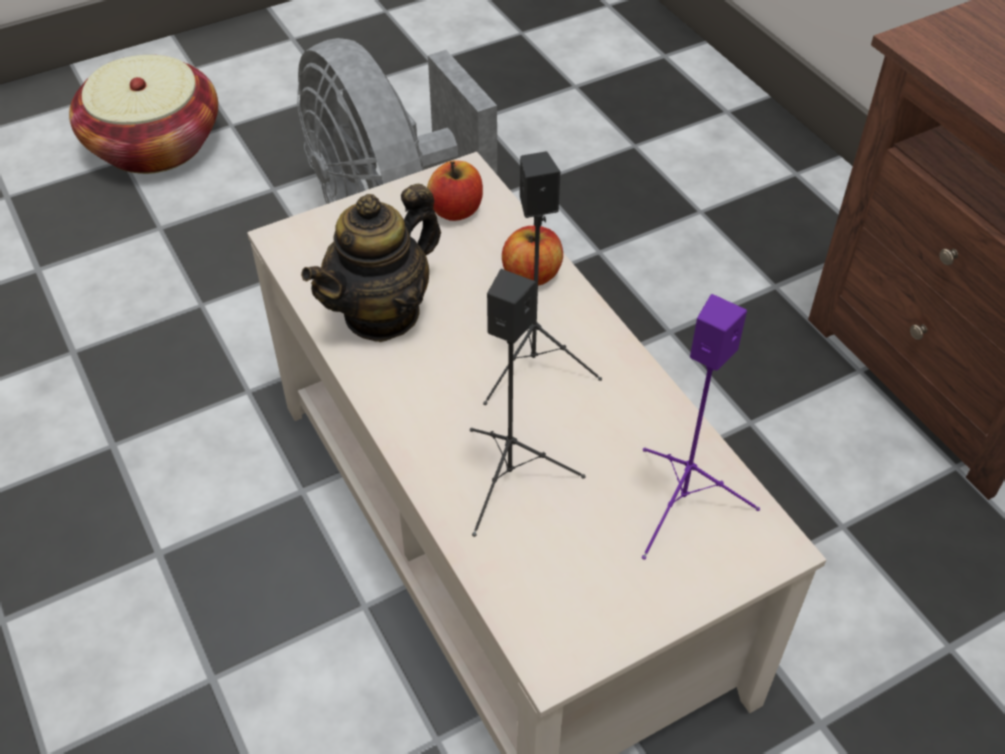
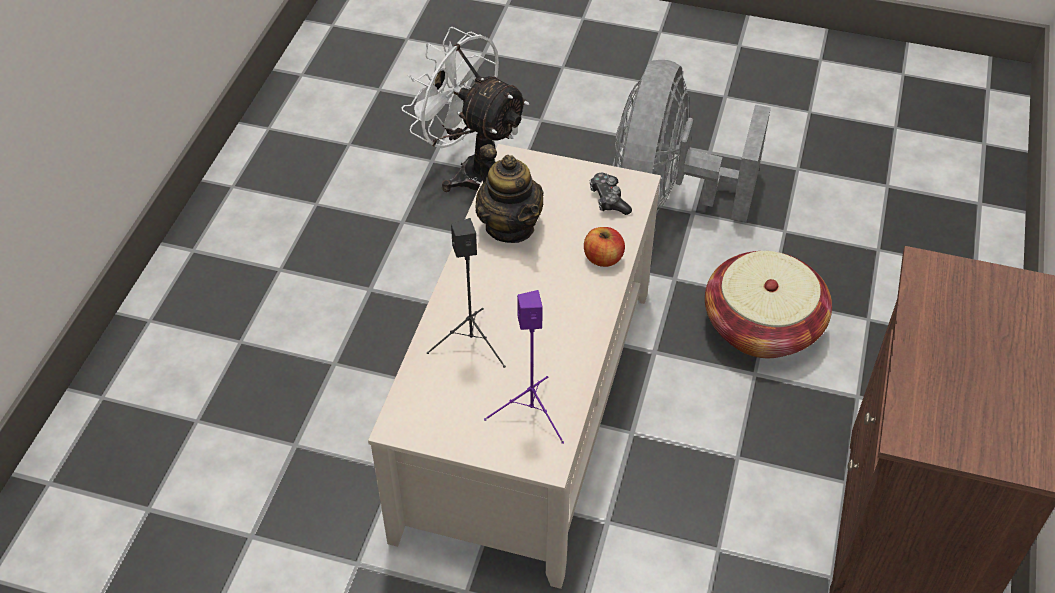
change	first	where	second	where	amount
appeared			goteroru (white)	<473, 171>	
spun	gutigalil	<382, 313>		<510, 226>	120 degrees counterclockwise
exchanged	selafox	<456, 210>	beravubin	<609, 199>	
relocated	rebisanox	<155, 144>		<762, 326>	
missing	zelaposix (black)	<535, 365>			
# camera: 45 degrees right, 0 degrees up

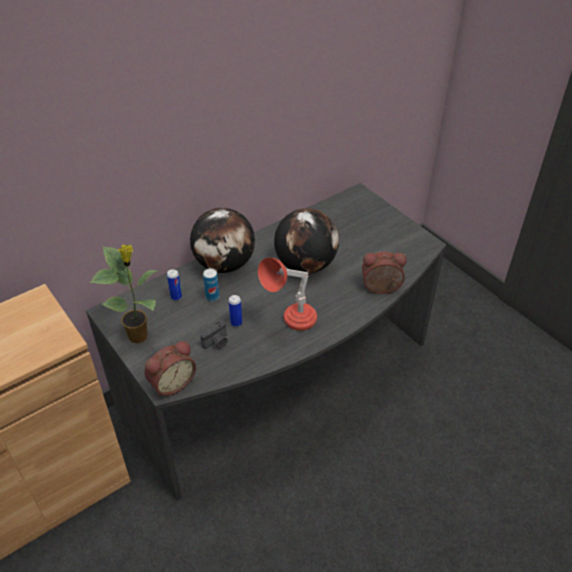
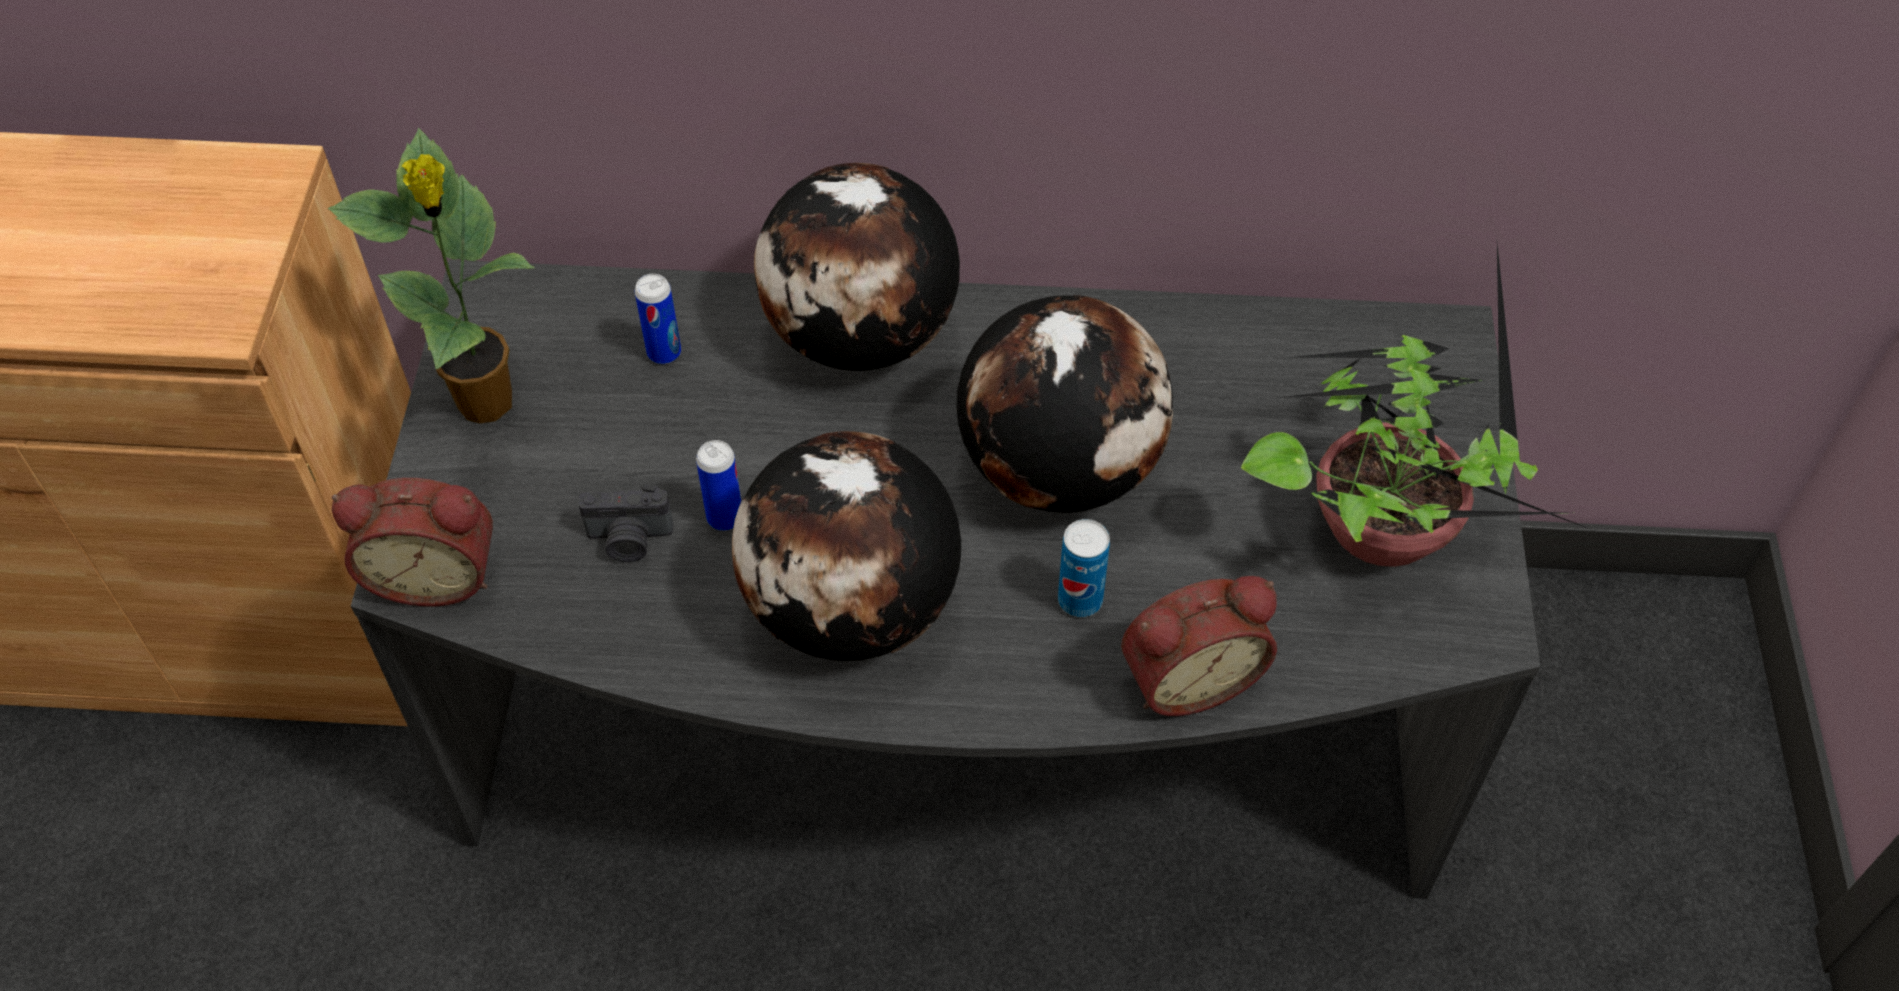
change	first	where	second	where	amount
exchanged	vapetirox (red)	<291, 323>	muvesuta	<852, 610>	
relocated	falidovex	<212, 297>		<1080, 600>	
spun	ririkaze	<381, 289>		<1187, 676>	120 degrees clockwise
appeared			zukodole	<1382, 525>	
# camera: 40 degrees right, 10 degrees up

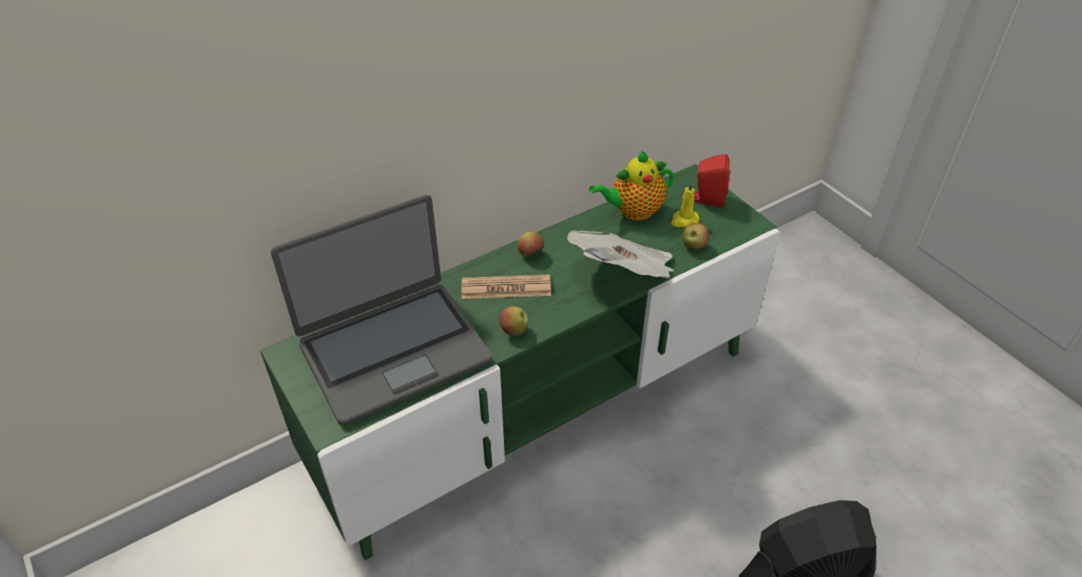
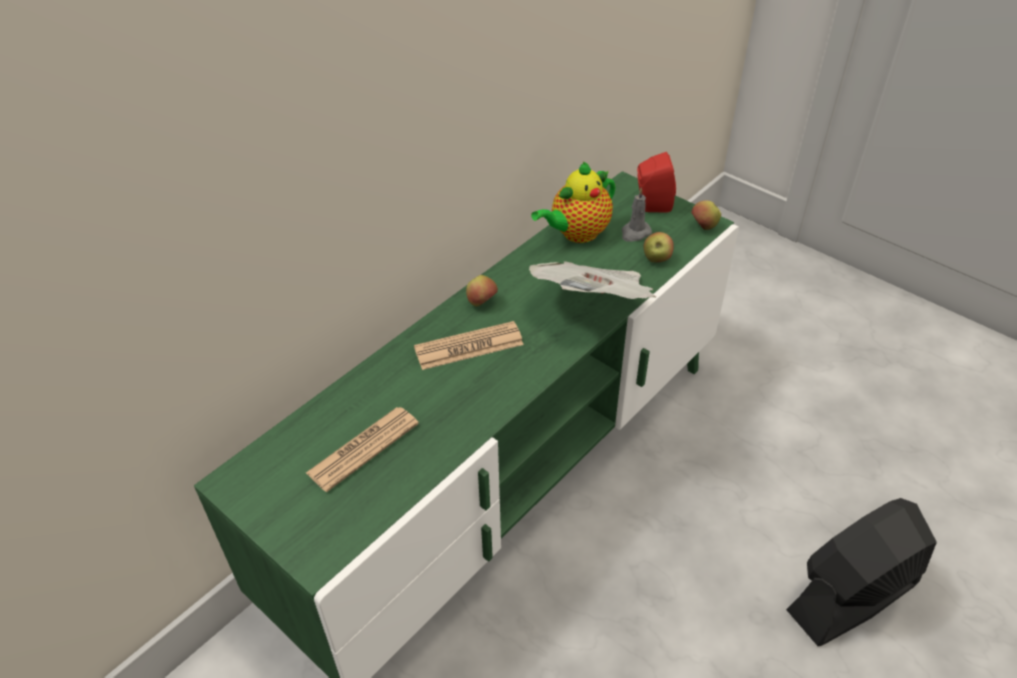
change	first	where	second	where	amount
exchanged	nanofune	<393, 351>	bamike	<363, 448>	
colour	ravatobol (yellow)	<684, 220>	ravatobol (grey)	<635, 233>	
relocated	selafox	<514, 331>		<703, 227>	
# camera: 15 degrees left, 0 degrees up

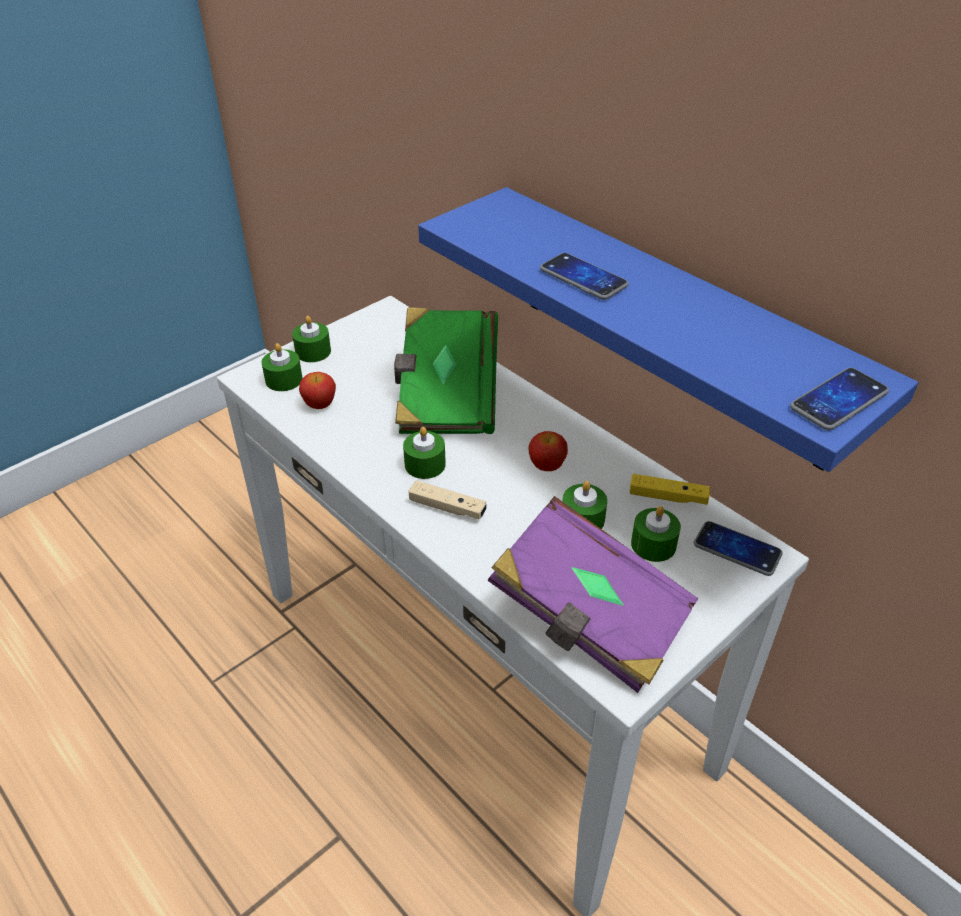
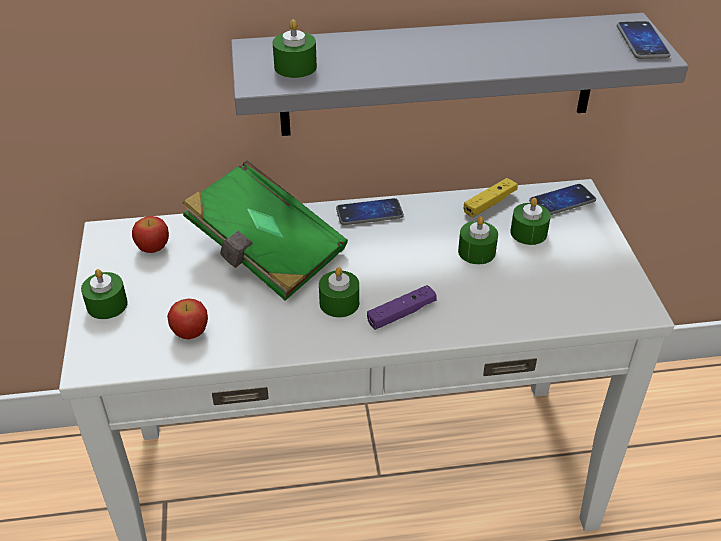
change	first	where	second	where	amount
relocated	selafox	<547, 465>		<153, 247>	
colour	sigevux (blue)	<672, 326>	sigevux (grey)	<439, 75>	
relocated	ravatobol (green)	<284, 380>		<295, 67>	
relocated	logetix	<583, 278>		<369, 213>	
colour	beravubin (beige)	<447, 507>	beravubin (purple)	<401, 313>	
missing	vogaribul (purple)	<589, 617>			
# camera: 55 degrees left, 0 degrees up

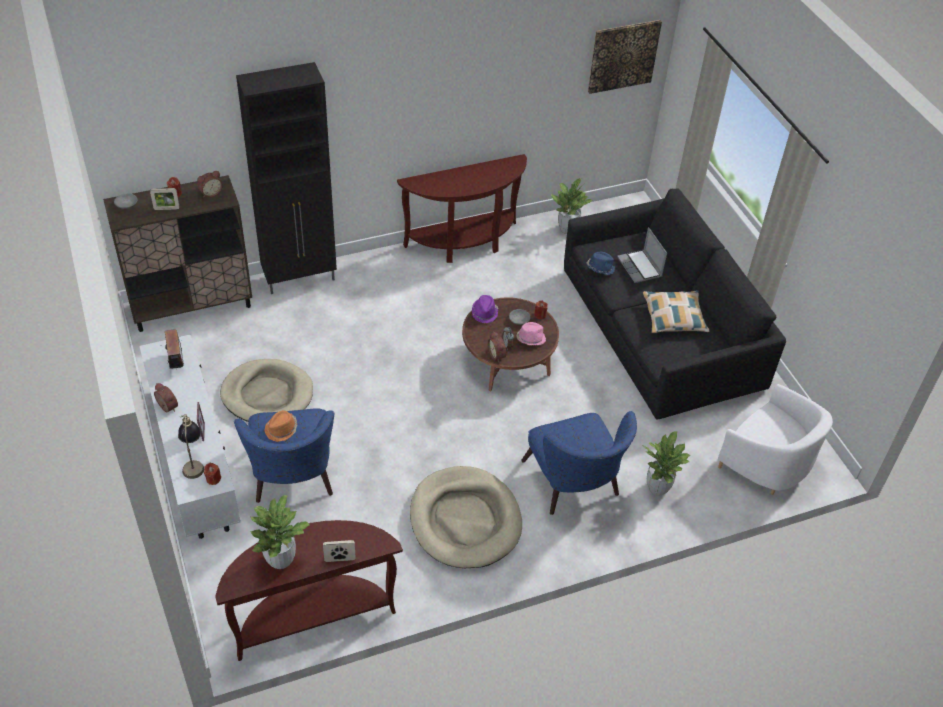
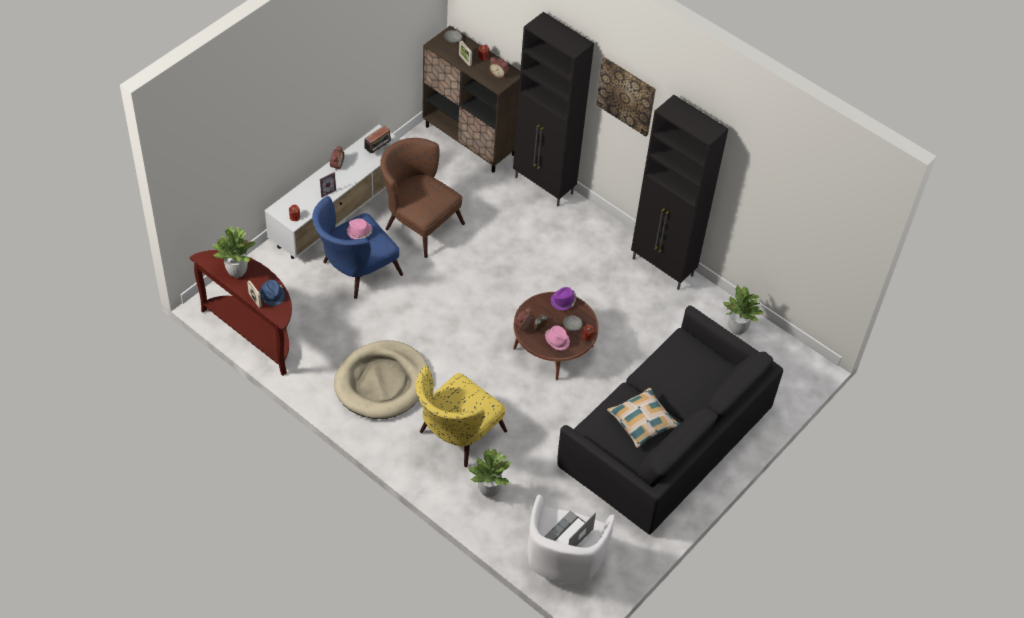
change	first	where	second	where	amount
relocated	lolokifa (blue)	<600, 268>		<272, 295>	
colour	lolokifa (orange)	<282, 429>	lolokifa (pink)	<359, 232>	
exchanged	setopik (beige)	<267, 395>	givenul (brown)	<418, 222>	
colour	givenul (blue)	<574, 486>	givenul (yellow)	<456, 436>	
relocated	nanofune	<640, 267>		<569, 534>	
relocated	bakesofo	<623, 56>		<626, 95>	
exchanged	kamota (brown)	<465, 243>	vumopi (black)	<663, 268>	
missing	vapetirox	<193, 462>			
# camera: 60 degrees right, 5 degrees up

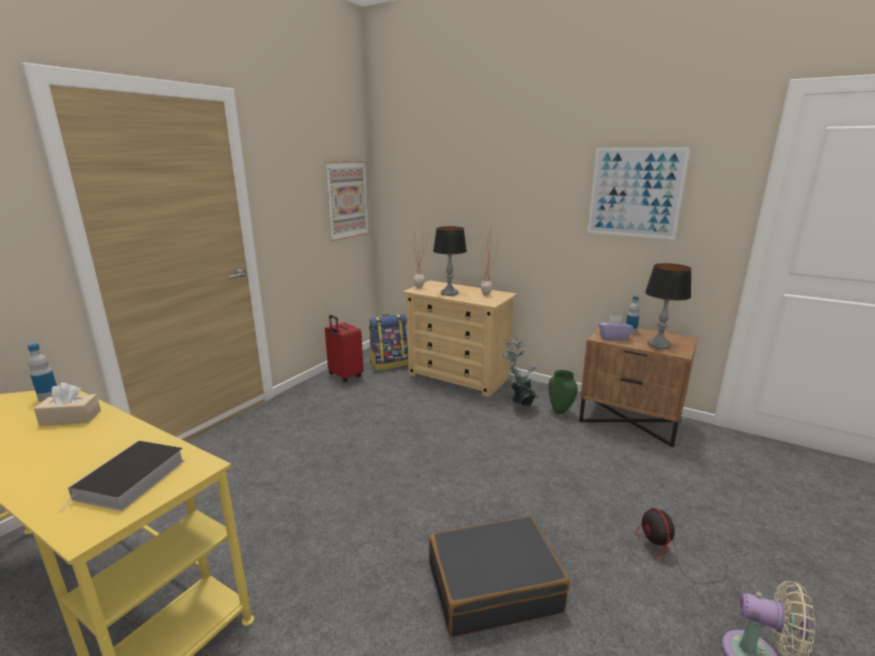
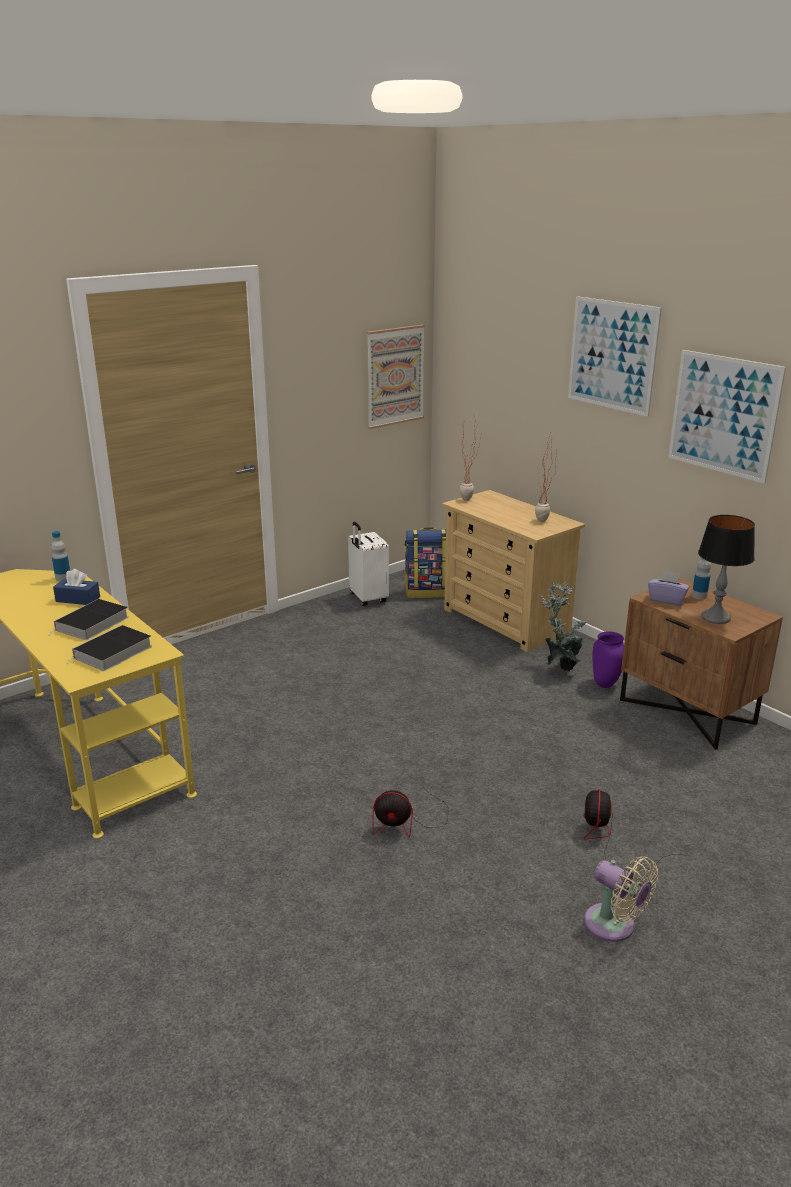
change	first	where	second	where	amount
appeared			vogaribul	<91, 624>	
colour	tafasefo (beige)	<71, 418>	tafasefo (blue)	<78, 599>	
colour	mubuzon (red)	<344, 376>	mubuzon (white)	<367, 599>	
exchanged	mubuzon (black)	<493, 586>	goteroru	<408, 821>	
appeared			bakesofo	<612, 355>	
colour	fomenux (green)	<560, 411>	fomenux (purple)	<606, 684>	
missing	vapetirox	<449, 293>			
# camera: 20 degrees right, 5 degrees up

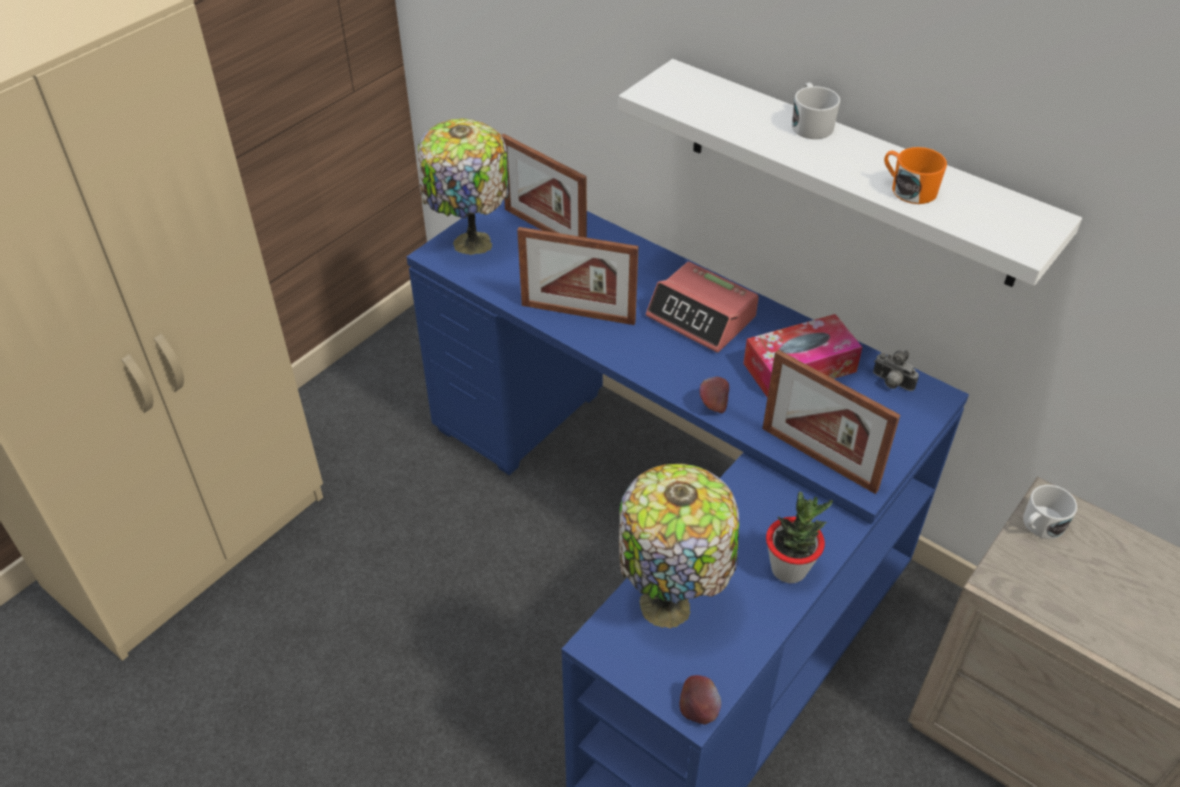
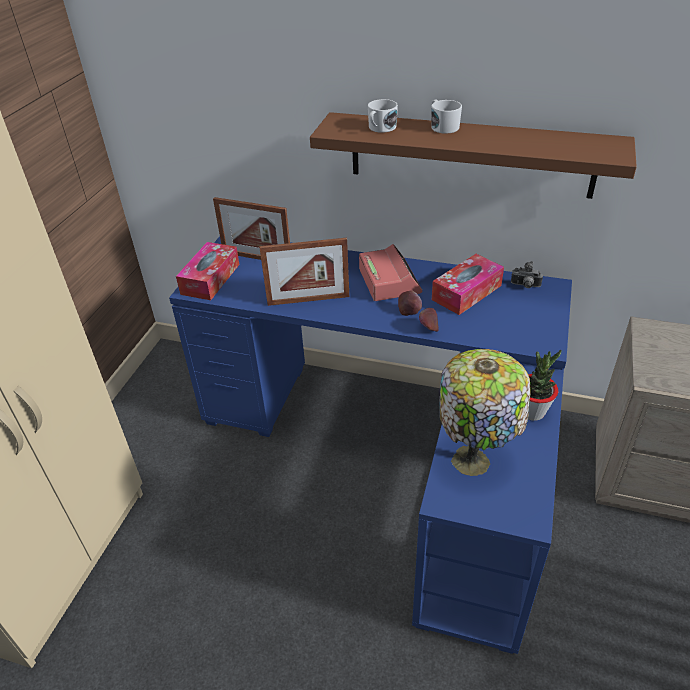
change	first	where	second	where	amount
exchanged	vapetirox	<470, 244>	tafasefo	<210, 279>	
colour	sigevux (white)	<851, 172>	sigevux (brown)	<470, 155>	
spun	ririkaze	<702, 317>		<389, 281>	120 degrees counterclockwise
relocated	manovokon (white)	<1040, 525>		<380, 128>	
relocated	selafox	<698, 710>		<409, 311>	
missing	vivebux	<818, 459>			
missing	manovokon (orange)	<908, 189>			
# camera: 20 degrees left, 5 degrees down

